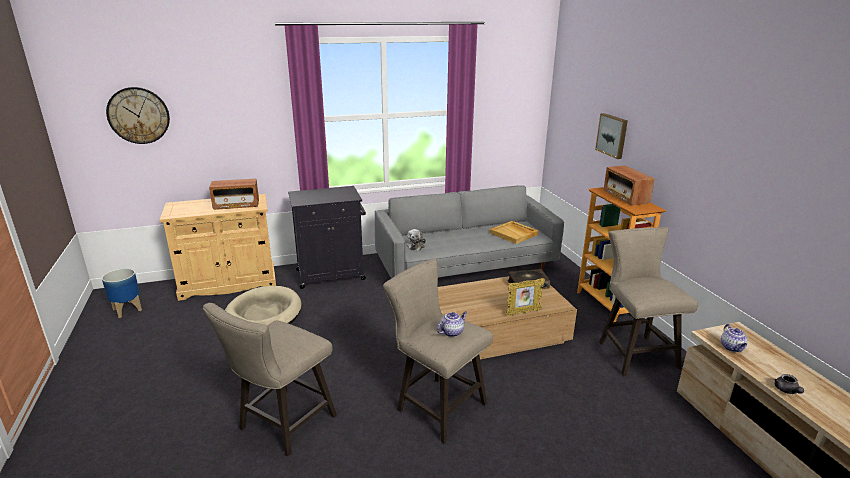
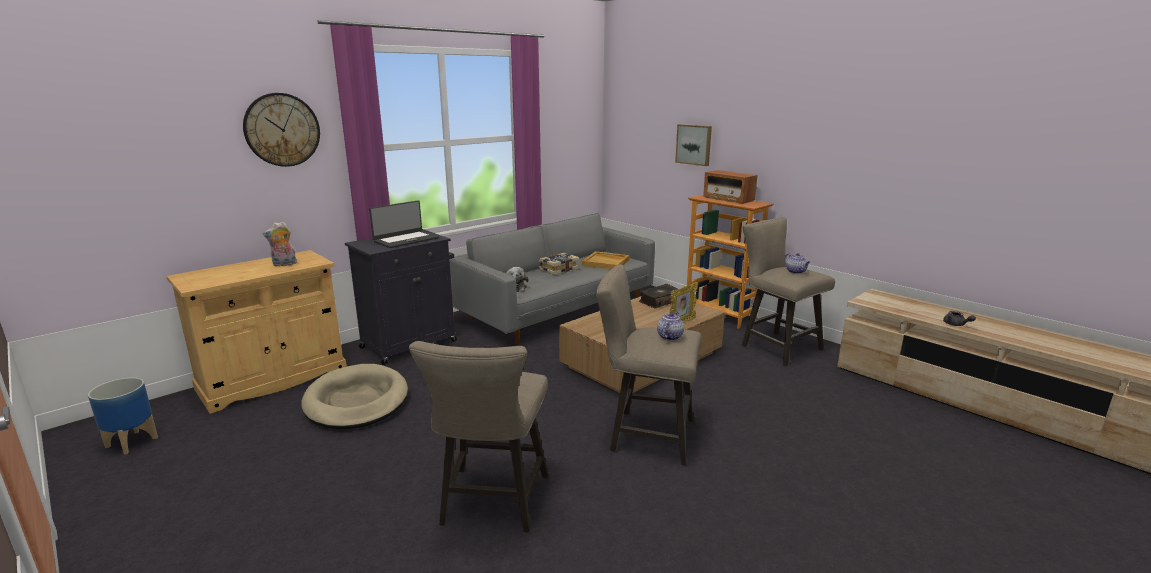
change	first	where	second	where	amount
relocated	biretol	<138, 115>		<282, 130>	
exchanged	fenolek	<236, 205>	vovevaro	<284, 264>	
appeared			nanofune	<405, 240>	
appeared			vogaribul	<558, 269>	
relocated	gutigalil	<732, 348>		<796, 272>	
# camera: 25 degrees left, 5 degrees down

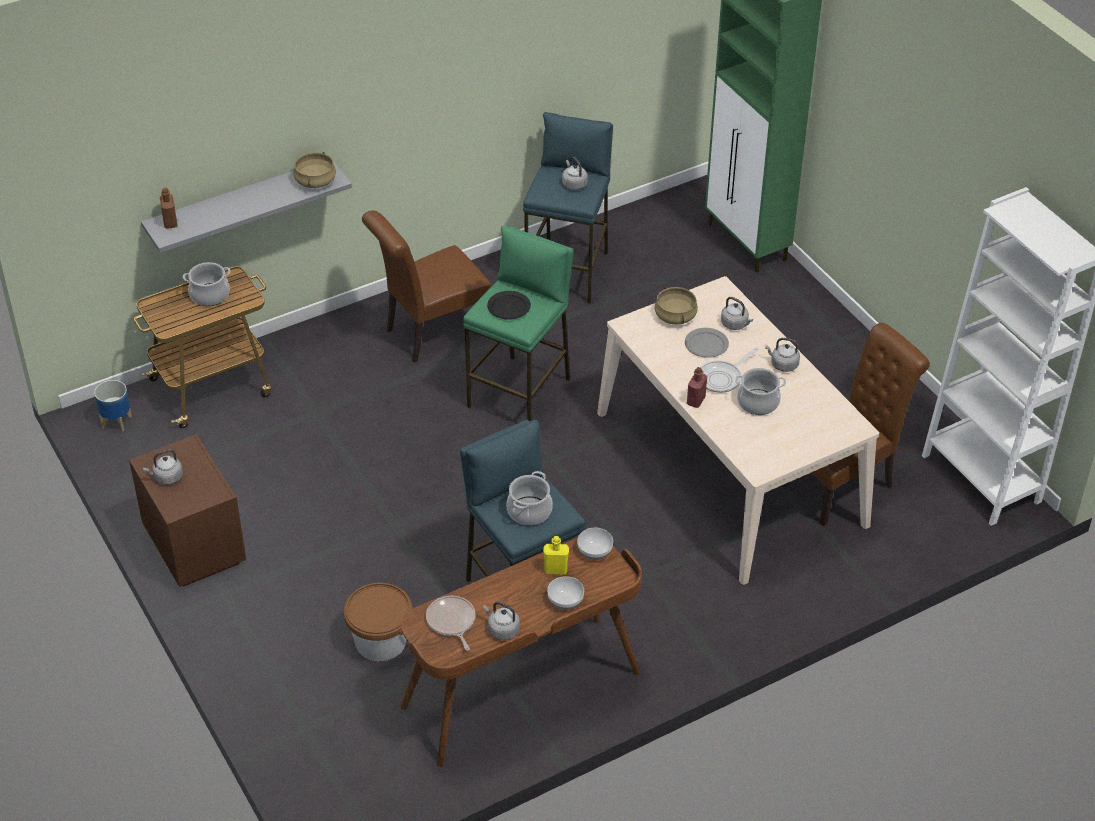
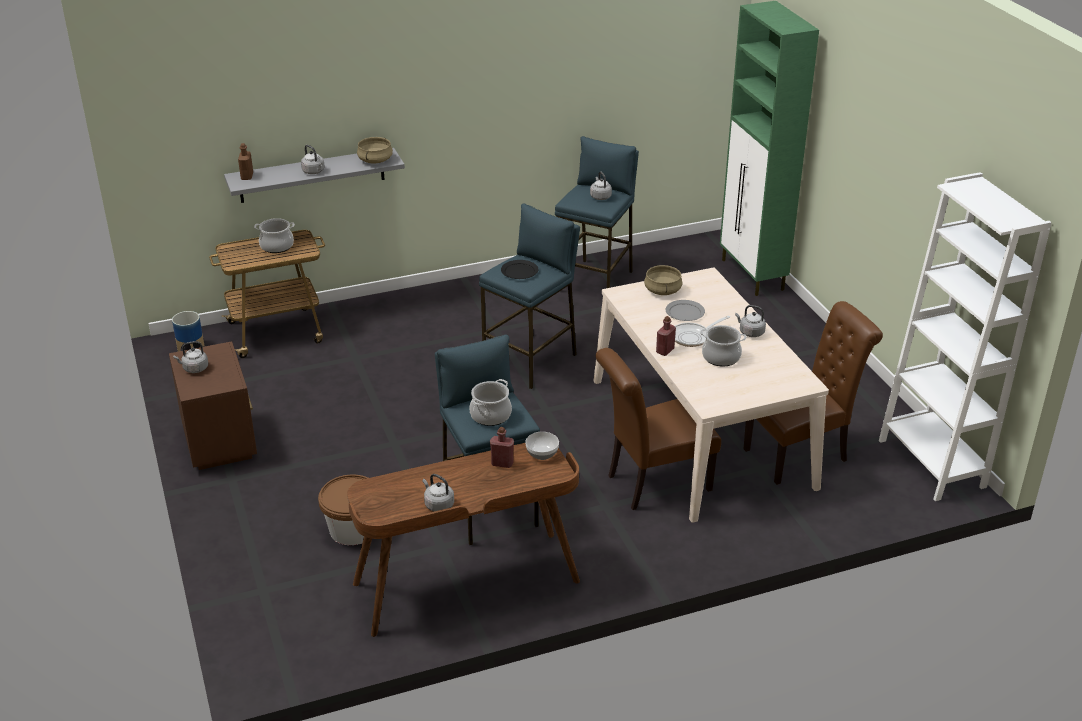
change	first	where	second	where	amount
relocated	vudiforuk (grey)	<735, 324>		<314, 172>	
colour	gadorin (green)	<520, 393>	gadorin (blue)	<531, 361>	
colour	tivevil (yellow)	<555, 569>	tivevil (red)	<502, 463>	
relocated	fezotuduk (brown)	<431, 333>		<652, 483>	
missing	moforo	<451, 622>			
missing	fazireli	<565, 601>			
# camera: 10 degrees right, 10 degrees down

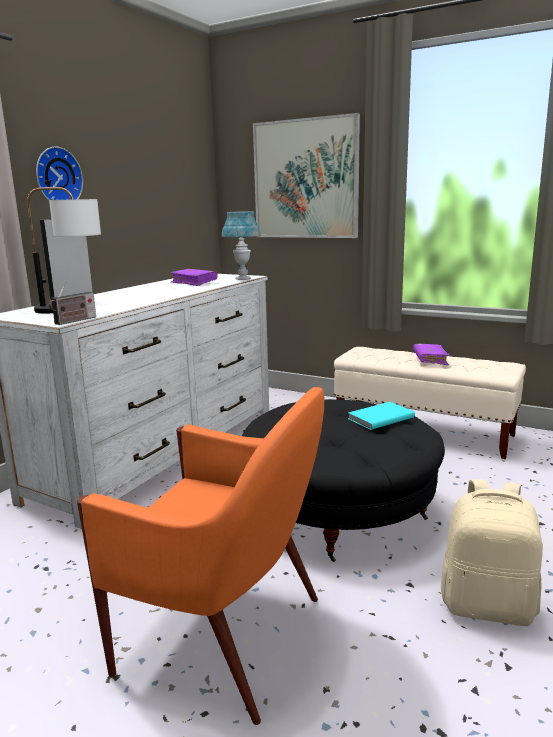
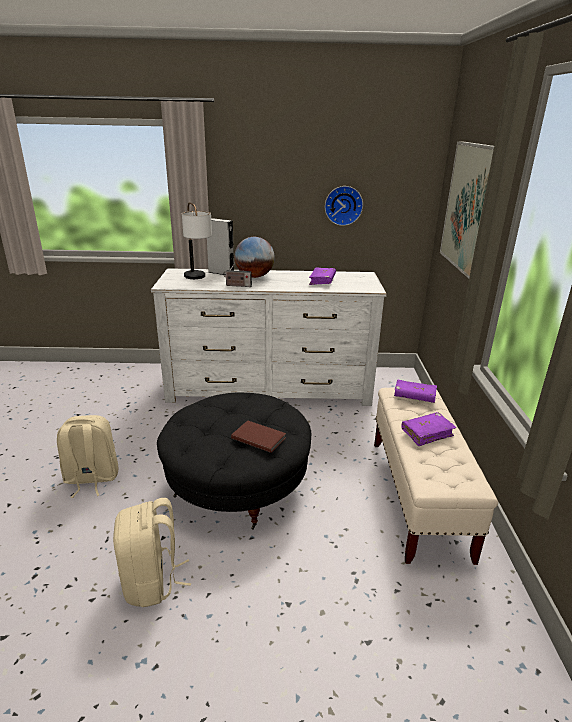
change	first	where	second	where	amount
exchanged	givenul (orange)	<225, 637>	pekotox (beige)	<91, 479>	
relocated	fenolek	<74, 321>		<237, 285>	
colour	vogaribul (turquoise)	<379, 418>	vogaribul (brown)	<258, 437>	
appeared			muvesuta	<254, 276>	
relocated	biretol	<57, 177>		<343, 205>	
appeared			vogaribul (purple)	<414, 396>	
missing	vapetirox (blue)	<242, 278>			
# camera: 60 degrees right, 10 degrees up

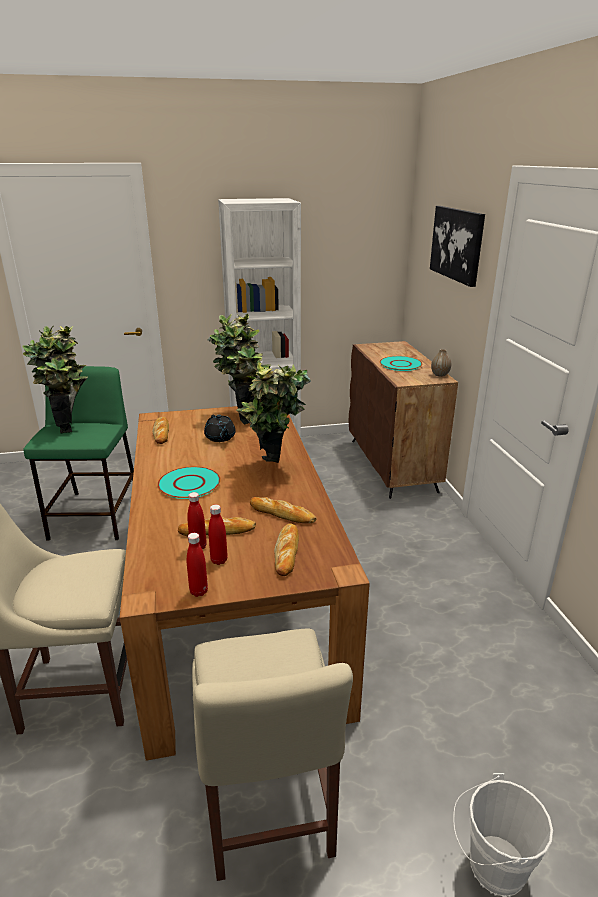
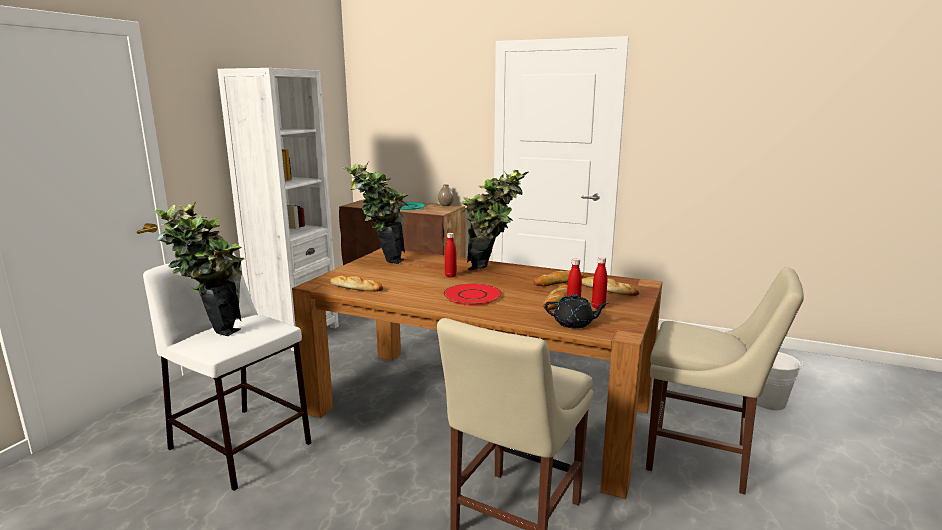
change	first	where	second	where	amount
colour	gadorin (green)	<95, 516>	gadorin (white)	<242, 446>	
colour	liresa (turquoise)	<189, 484>	liresa (red)	<472, 295>	
relocated	tivevil (red)	<198, 591>		<450, 276>	
relocated	gutigalil (black)	<220, 438>		<574, 323>	
missing	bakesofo	<457, 244>			
# camera: 55 degrees left, 10 degrees down

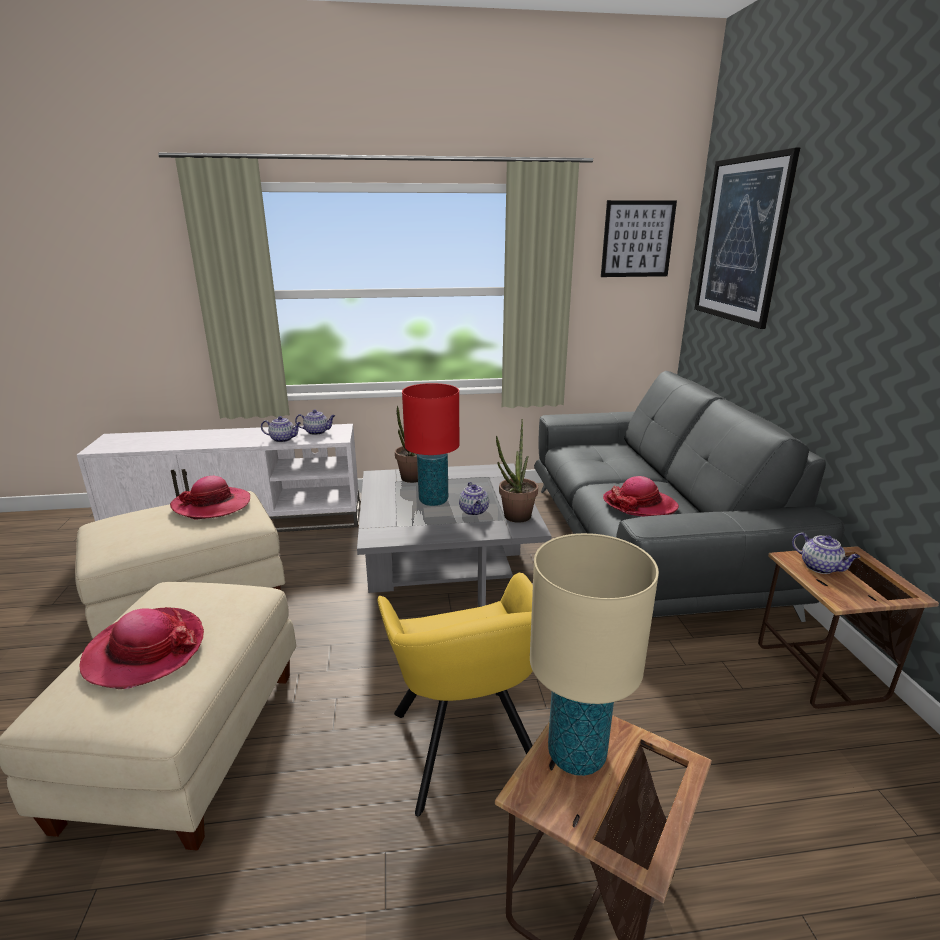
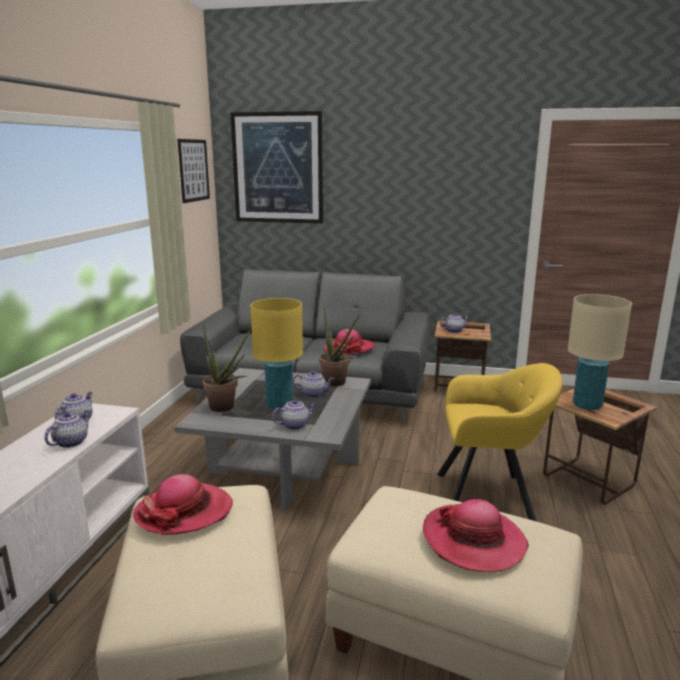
change	first	where	second	where	amount
colour	vapetirox (red)	<433, 500>	vapetirox (yellow)	<279, 405>	
appeared			gutigalil	<295, 425>	
# camera: 70 degrees left, 5 degrees down

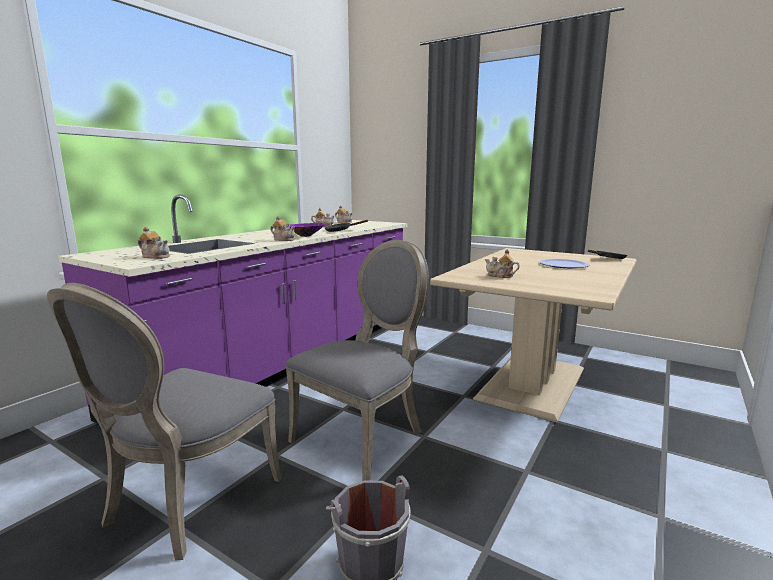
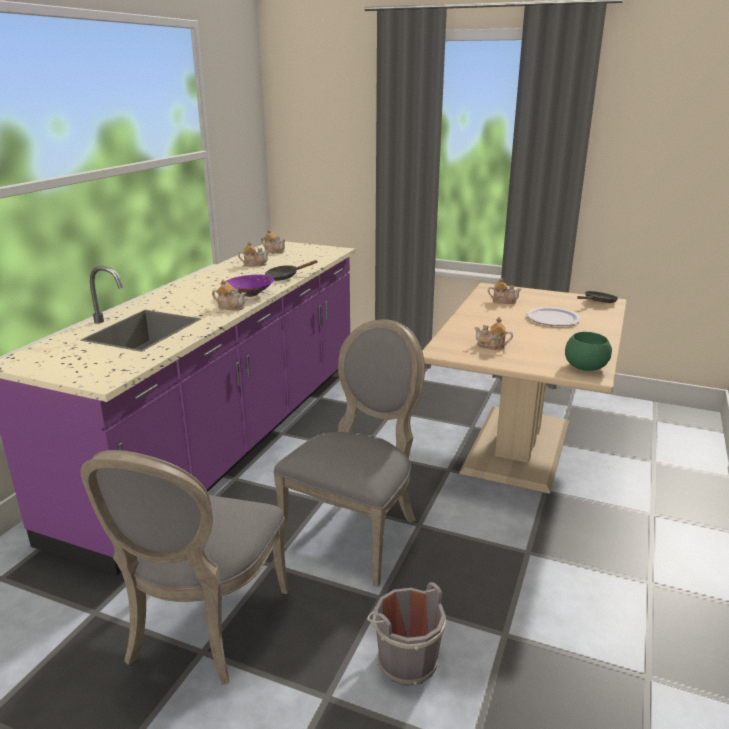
change	first	where	second	where	amount
relocated	gutigalil	<156, 256>		<503, 301>	
appeared			fazireli (green)	<585, 367>	
# camera: 10 degrees left, 10 degrees up

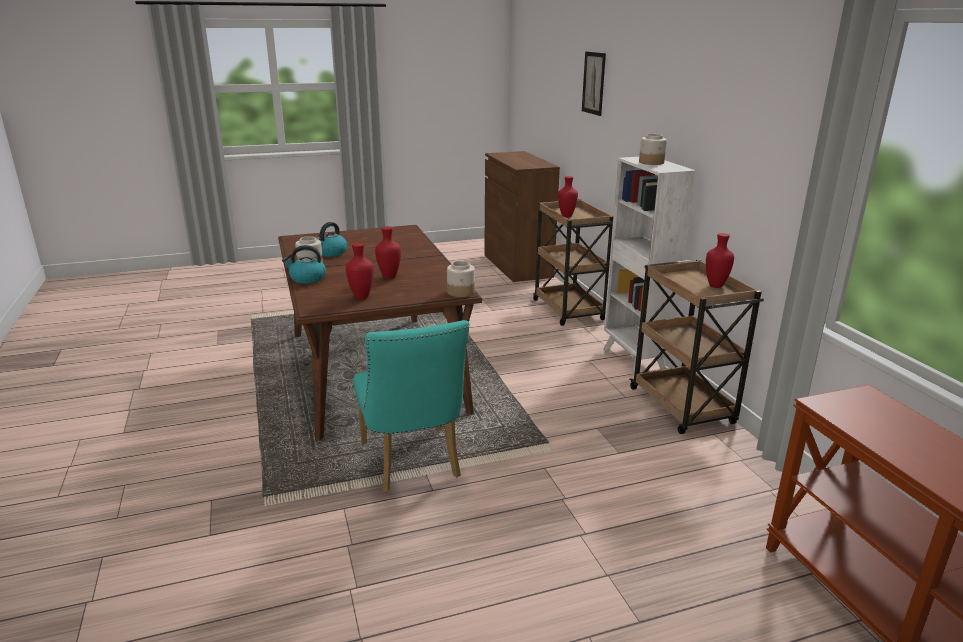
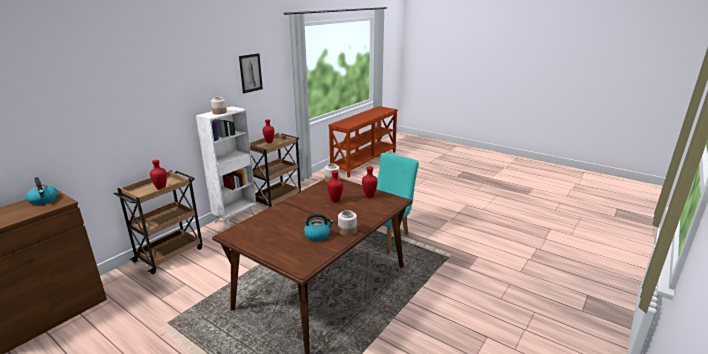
change	first	where	second	where	amount
relocated	vudiforuk	<307, 278>		<44, 200>	
relocated	bakesofo	<593, 83>		<250, 73>	
# camera: 125 degrees left, 0 degrees up

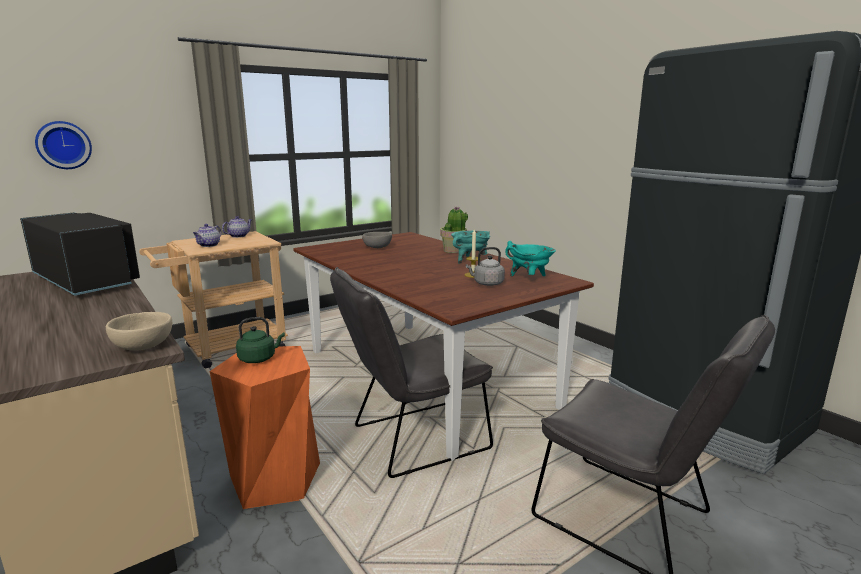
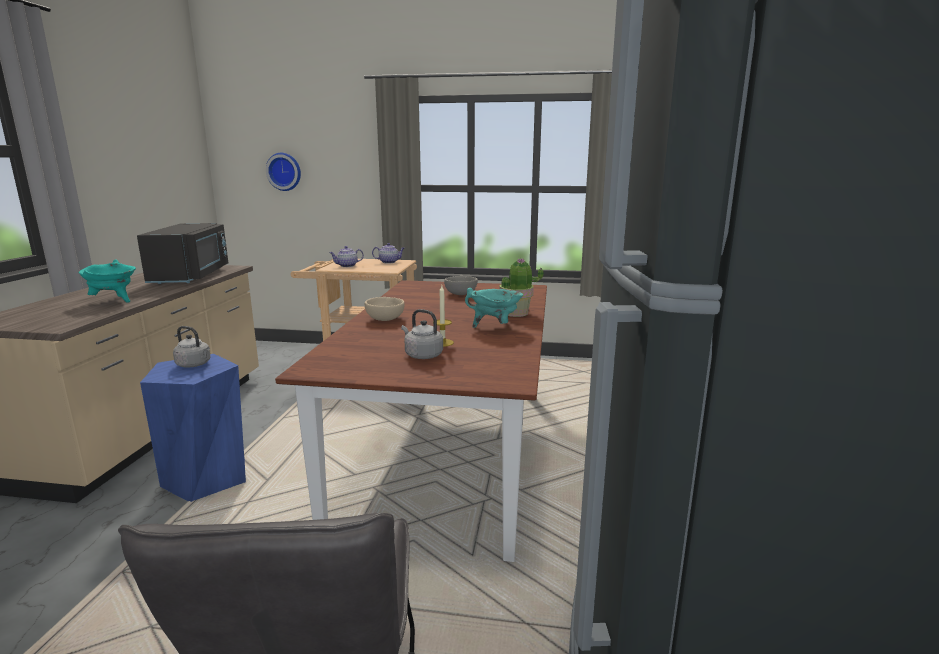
change	first	where	second	where	amount
relocated	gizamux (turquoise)	<529, 278>		<114, 301>	
colour	gadorin (orange)	<275, 479>	gadorin (blue)	<208, 477>	
colour	vudiforuk (green)	<259, 358>	vudiforuk (grey)	<195, 365>	
relocated	fazireli (beige)	<142, 346>		<384, 319>	
missing	fezotuduk (grey)	<412, 440>			
# camera: 45 degrees right, 0 degrees up

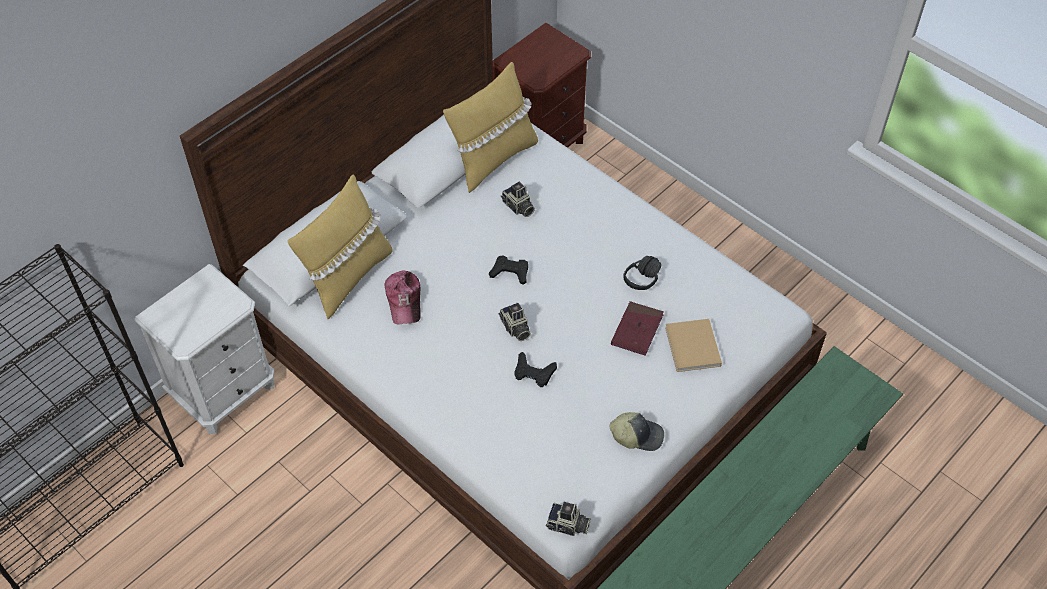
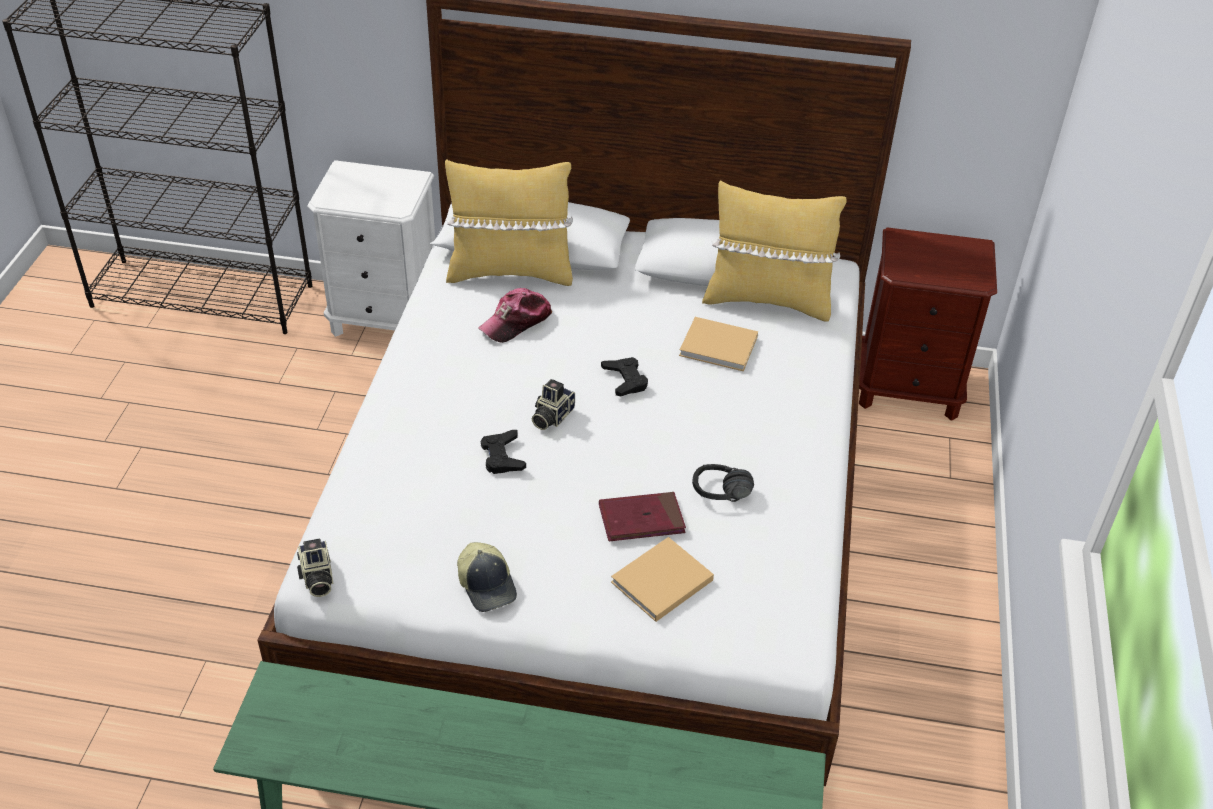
change	first	where	second	where	amount
exchanged	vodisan	<518, 207>	vogaribul (beige)	<720, 347>	
# camera: 55 degrees right, 10 degrees down

